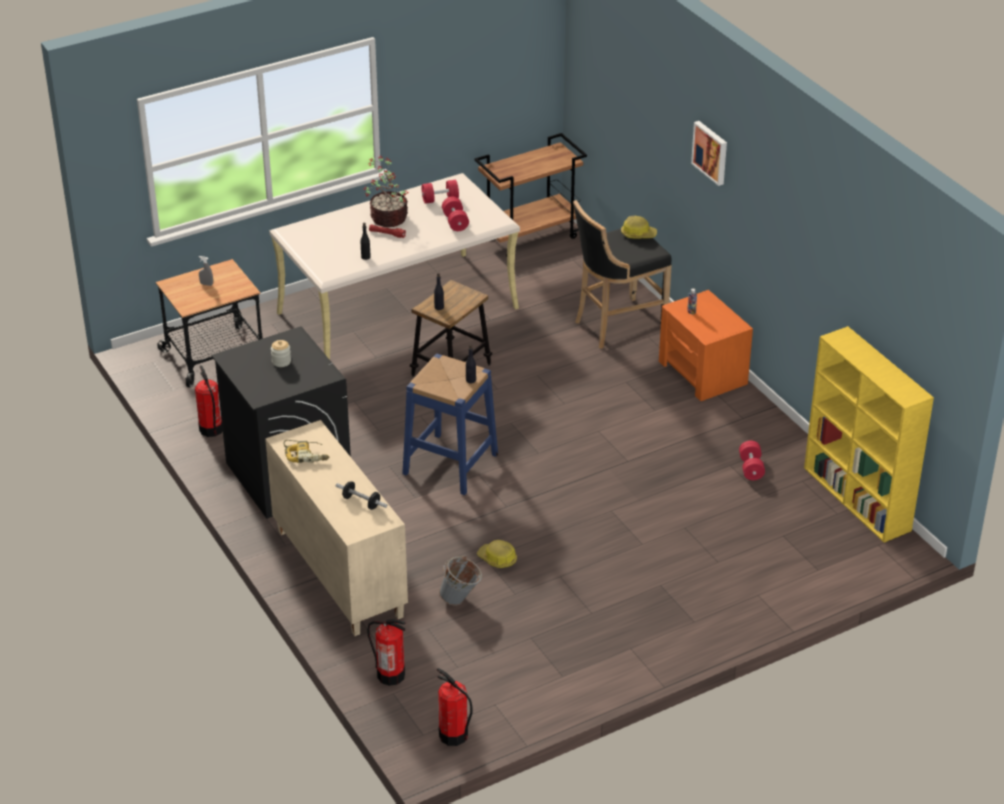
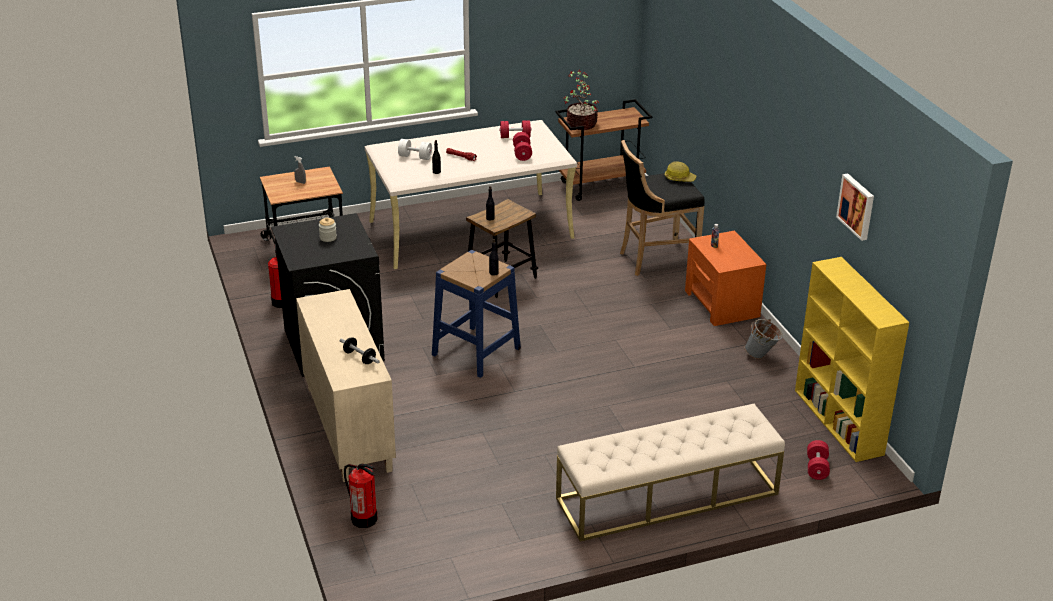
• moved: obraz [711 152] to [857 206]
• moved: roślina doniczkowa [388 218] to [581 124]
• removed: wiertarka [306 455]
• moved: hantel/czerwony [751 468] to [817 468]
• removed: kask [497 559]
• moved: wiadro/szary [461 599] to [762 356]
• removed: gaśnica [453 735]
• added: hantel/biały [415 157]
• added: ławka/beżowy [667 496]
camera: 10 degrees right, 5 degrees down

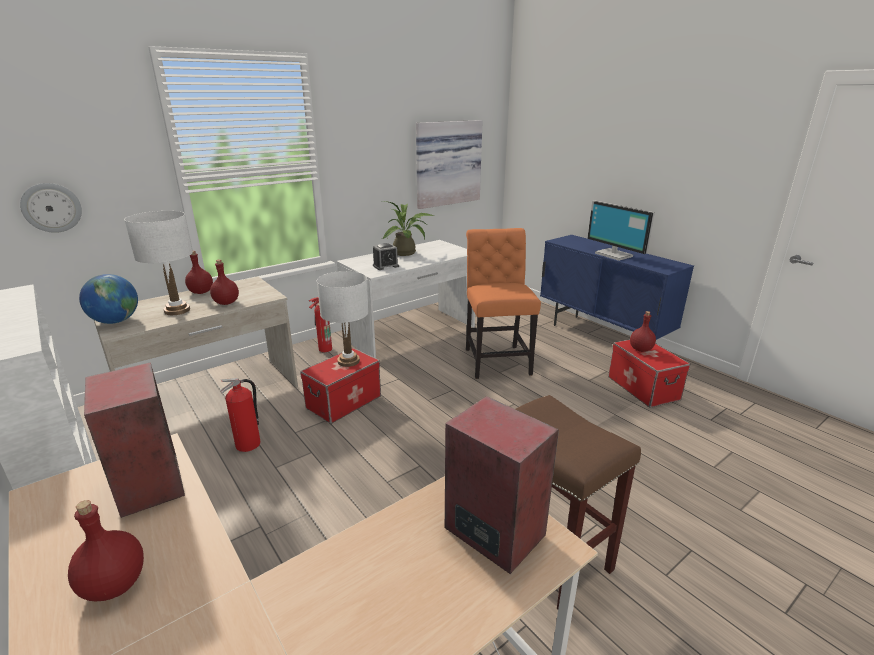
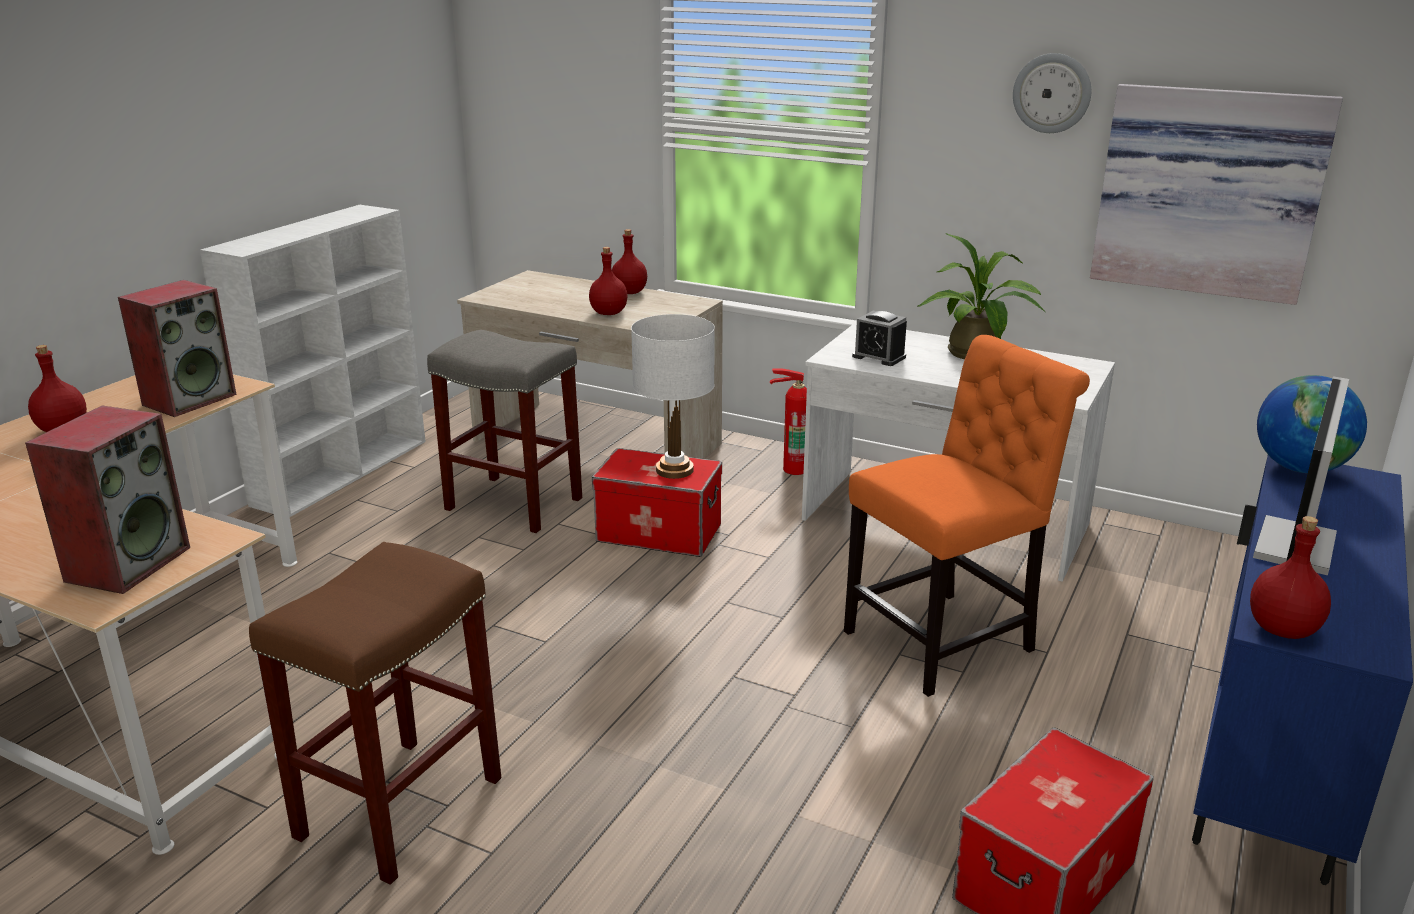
• moved: zegar ścienny [51 207] to [1052 93]
• removed: lampa stołowa/biały [177 310]
• moved: globus [116 321] to [1300 468]
• moved: butelka/czerwony [640 349] to [1283 629]
• replaced: gaśnica [249 444] to stołek/szary [512 504]
camera: 65 degrees right, 0 degrees up

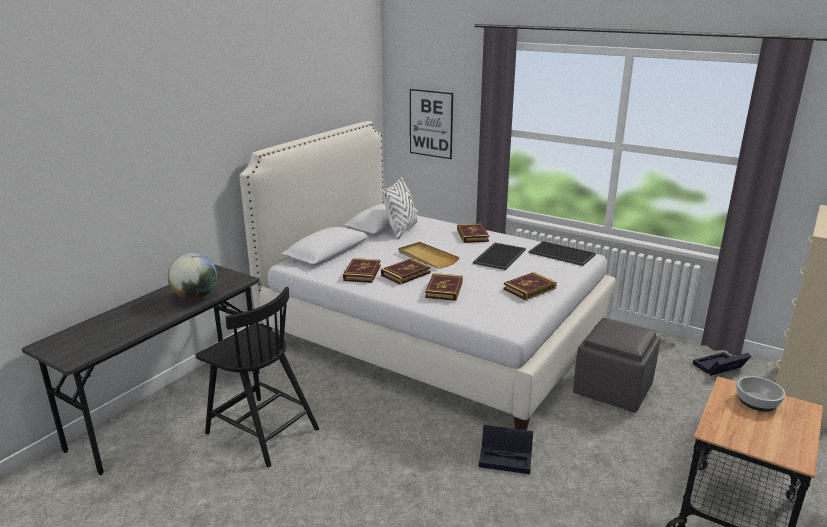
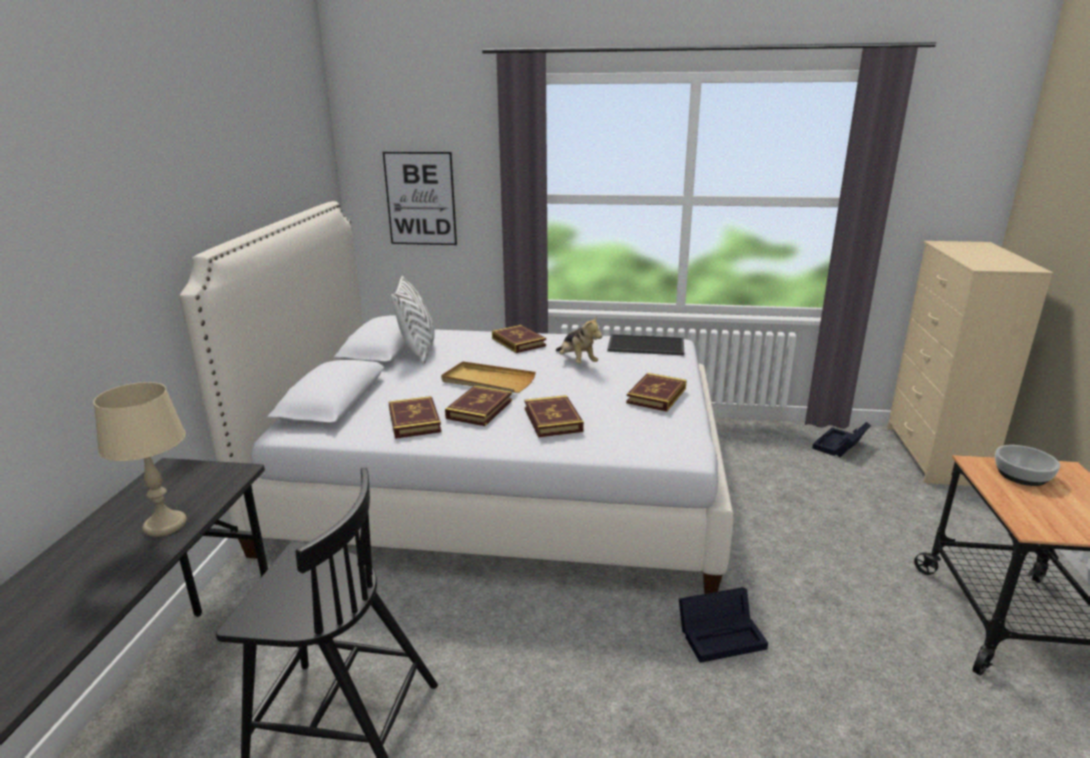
• replaced: taca [499 256] to pluszak [577 361]
• replaced: globus [196 297] to lampa stołowa/beżowy [166 525]
• removed: pufa/szary [612 389]
camera: 25 degrees left, 0 degrees up

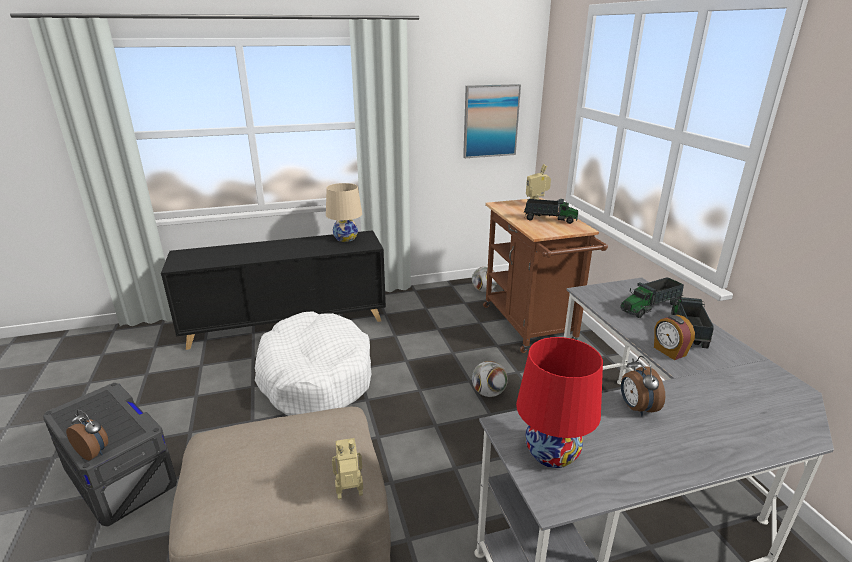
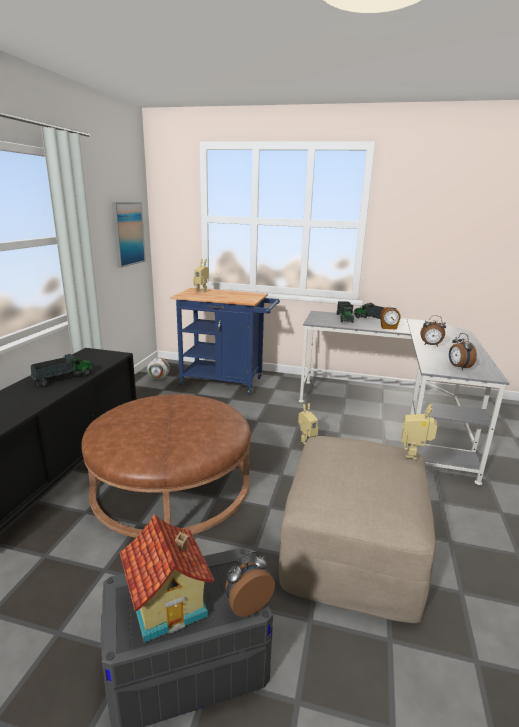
• removed: lampa stołowa/beżowy [345 238]
• recoloured: wózek/brązowy [531 327] to wózek/niebieski [227 382]
• moved: ciężarówka zabawkowa [549 219] to [63 378]
• replaced: legowisko/biały [315 377] to pufa/brązowy [171 482]
• replaced: lampa stołowa/czerwony [552 453] to budzik [458 367]
• removed: piłka futbolowa [488 393]
• added: robot zabawkowy [306 440]
• added: domek [170 601]
camera: 60 degrees left, 5 degrees down

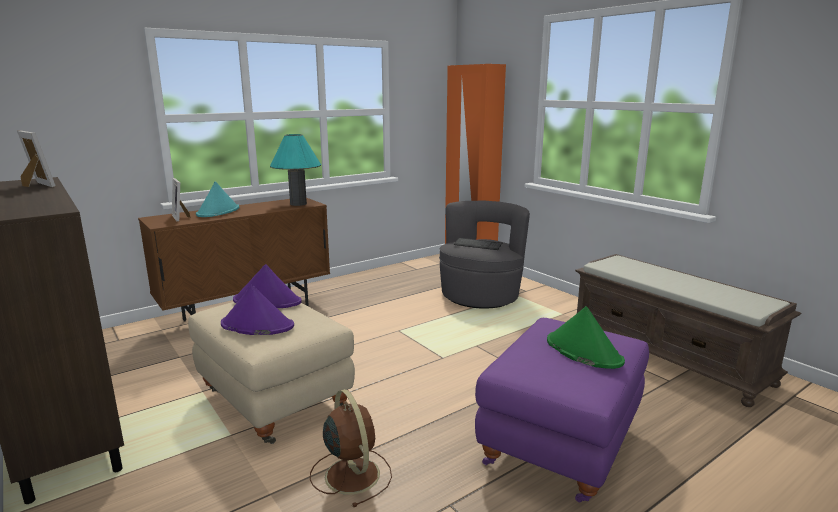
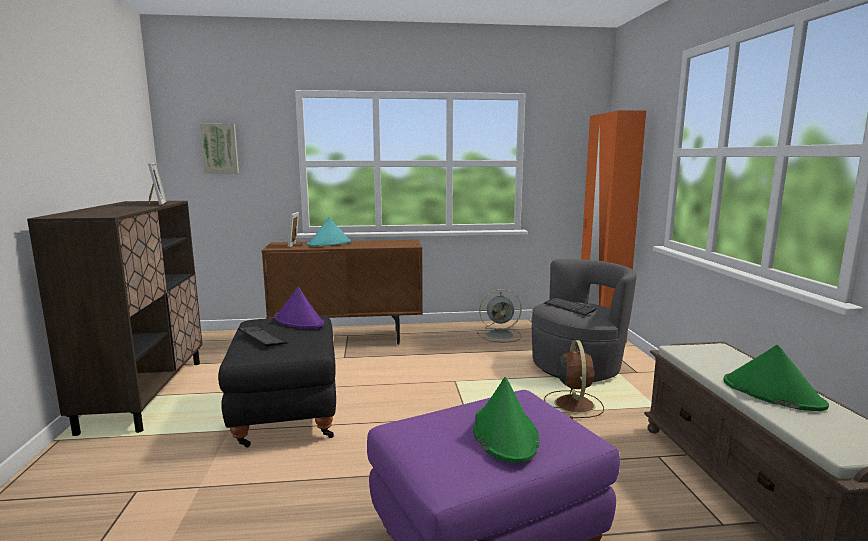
• removed: lampa stołowa/turkusowy [298 204]
• replaced: kapelusz/fioletowy [257 325] to klawiatura [262 337]
• recoloured: pufa/beżowy [273 402] to pufa/czarny [286 414]
• moved: wentylator/brązowy [351 473] to [574 403]
• added: obraz [220 148]
• added: wentylator/szary [501 335]
• added: kapelusz/zielony [771 393]
camera: 30 degrees right, 5 degrees down

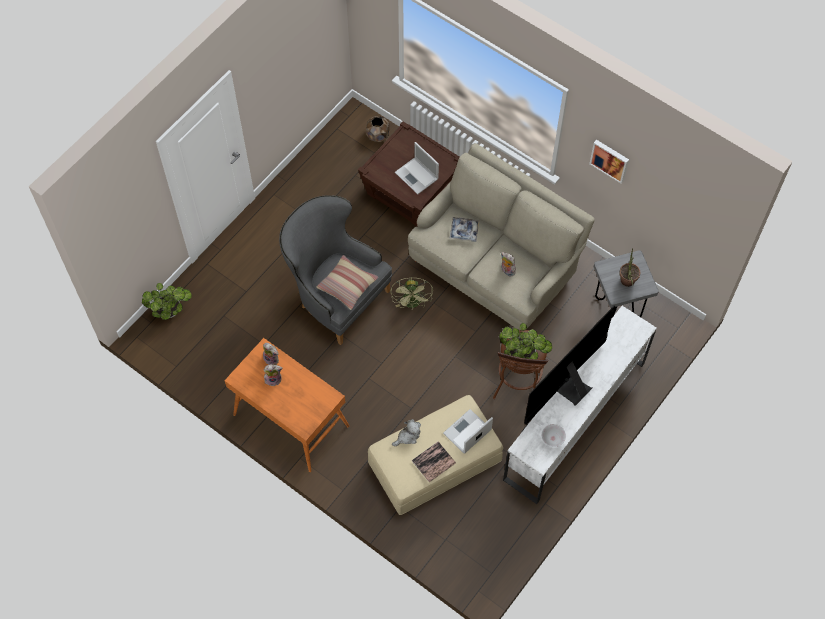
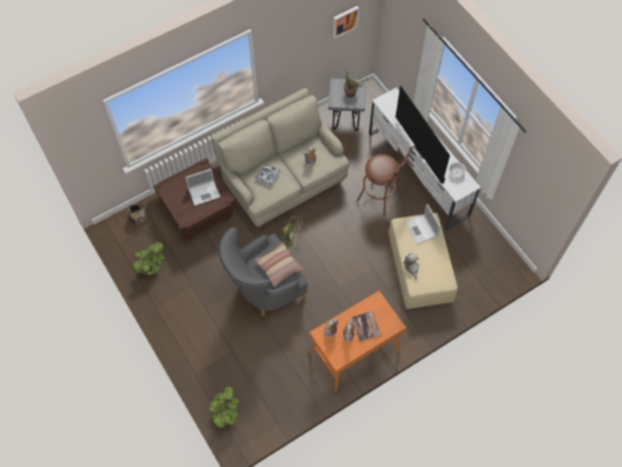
• moved: obraz [610 160] to [344 21]
• moved: roślina doniczkowa [523 354] to [152 267]
• moved: książka [433 462] to [366 326]
camera: 70 degrees left, 0 degrees up

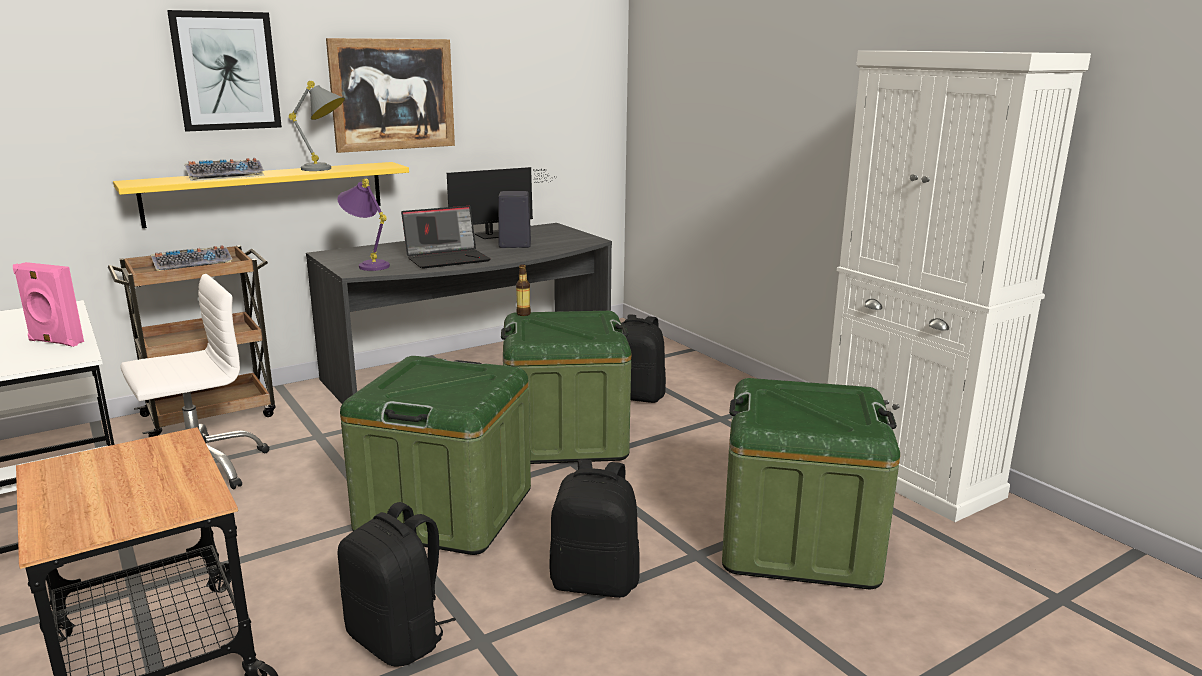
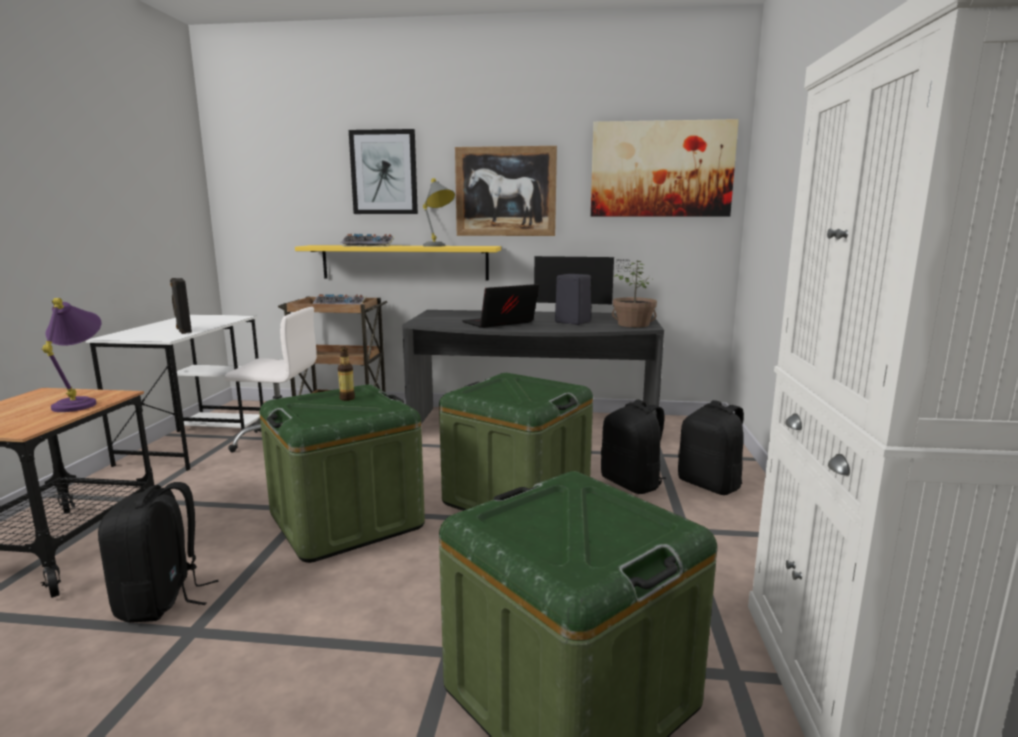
• moved: lampa stołowa/fioletowy [368 265] to [82 402]
• turned: laptop [448 259] = [499 323] 135 degrees clockwise
• recoloured: głośnik/różowy [55 342] to głośnik/czarny [183 330]
• moved: butelka [523 314] to [347 398]
• moved: plecak/czarny [595 582] to [710 485]
• added: obraz [661 169]
• added: roślina doniczkowa [633 324]
camera: 40 degrees right, 5 degrees down

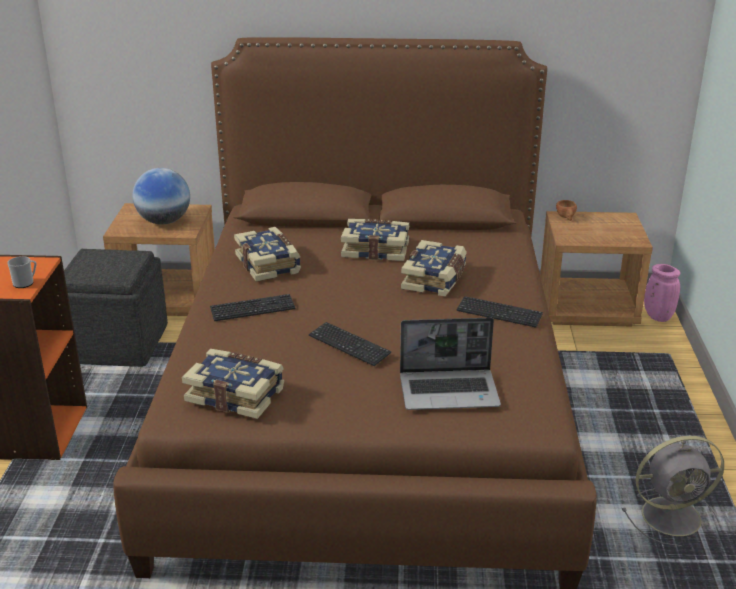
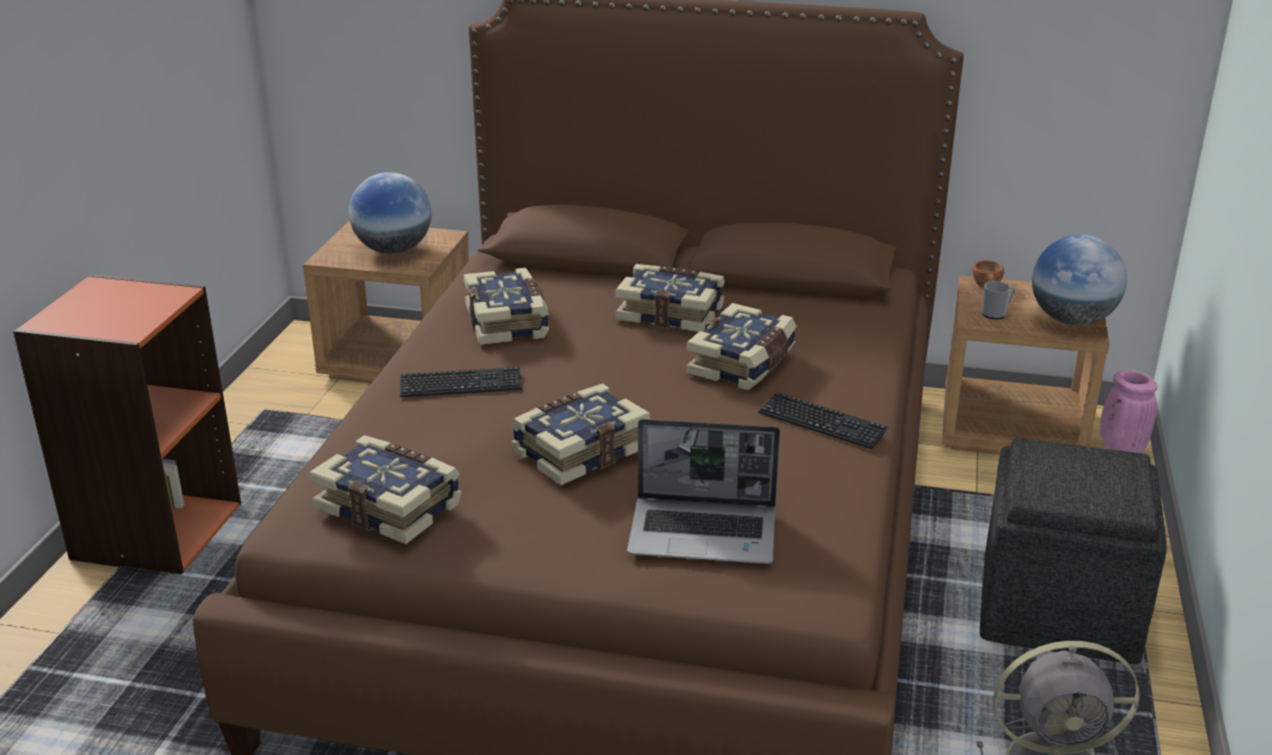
• moved: pufa/szary [115 343] to [1056 606]
• moved: kubek [25 283] to [996 314]
• replaced: klawiatura [349 345] to książka [579 450]
• added: globus [1072 320]
camera: 10 degrees right, 0 degrees up

